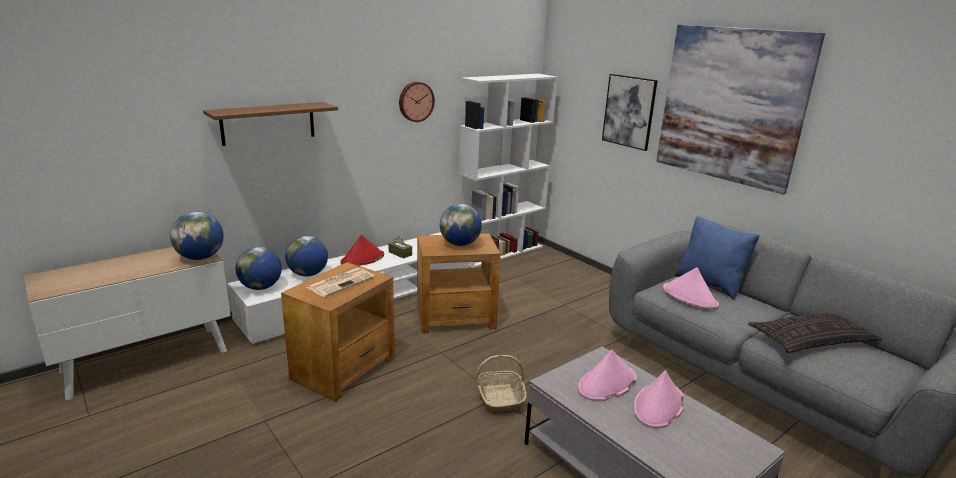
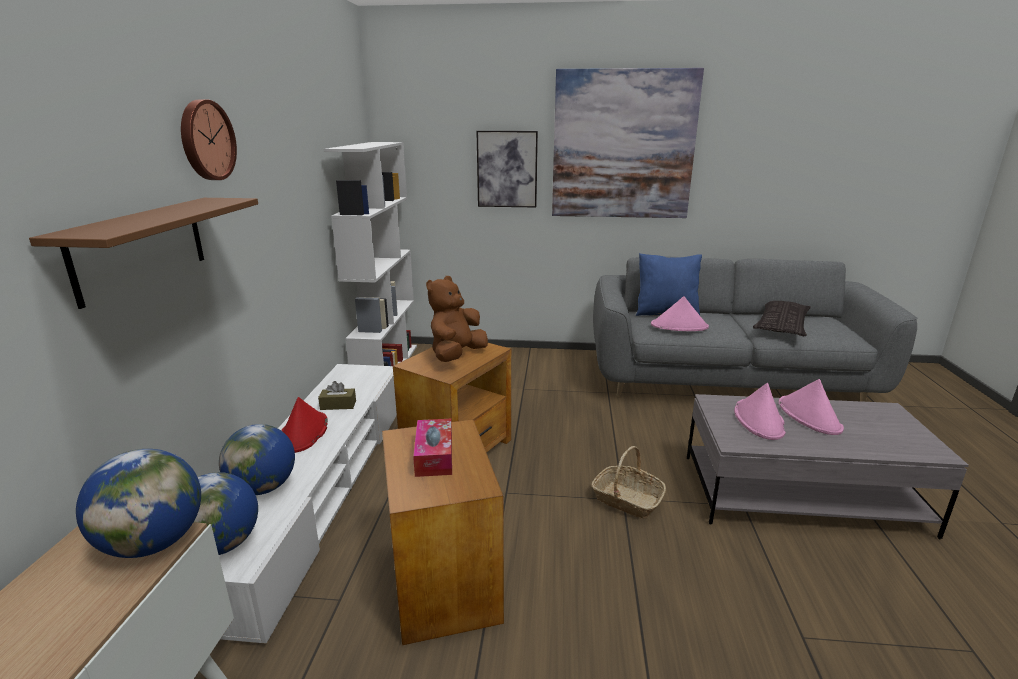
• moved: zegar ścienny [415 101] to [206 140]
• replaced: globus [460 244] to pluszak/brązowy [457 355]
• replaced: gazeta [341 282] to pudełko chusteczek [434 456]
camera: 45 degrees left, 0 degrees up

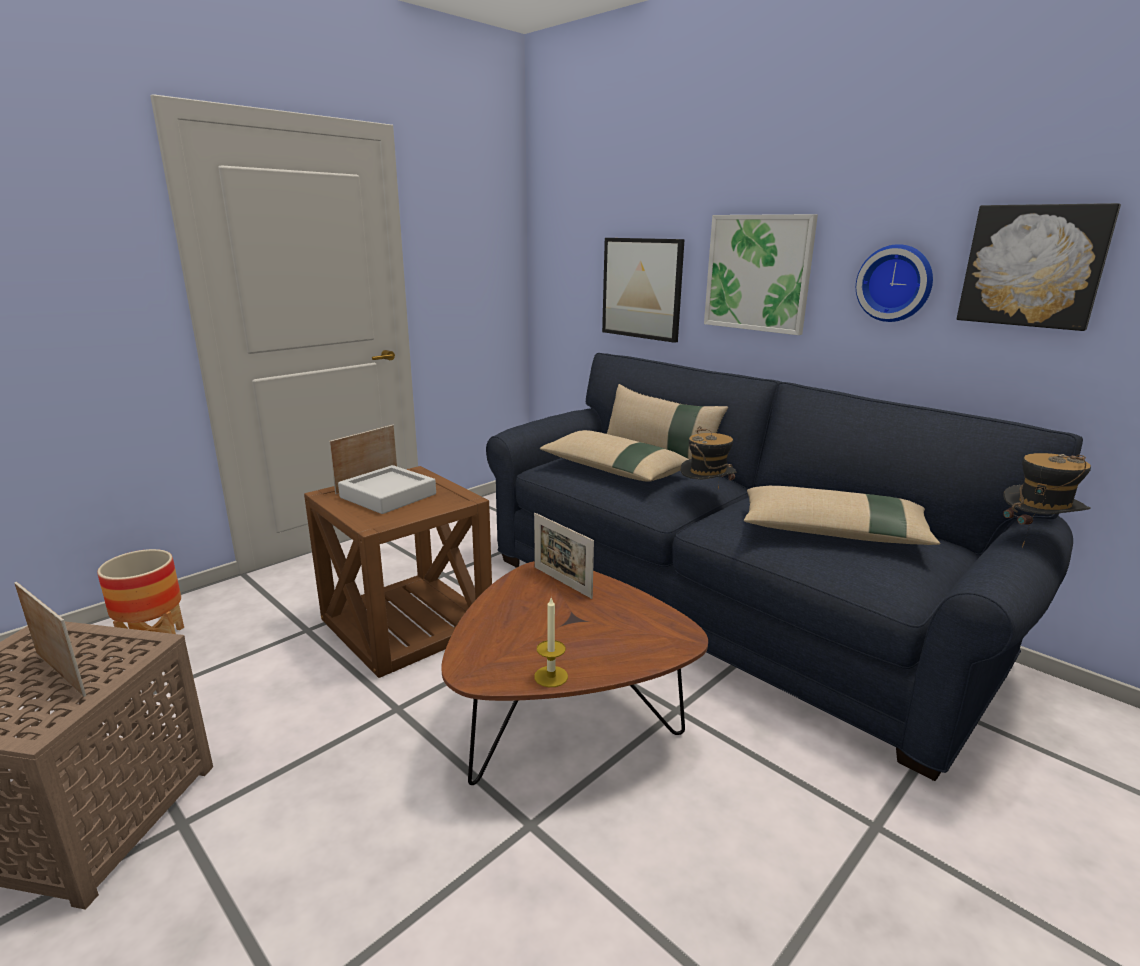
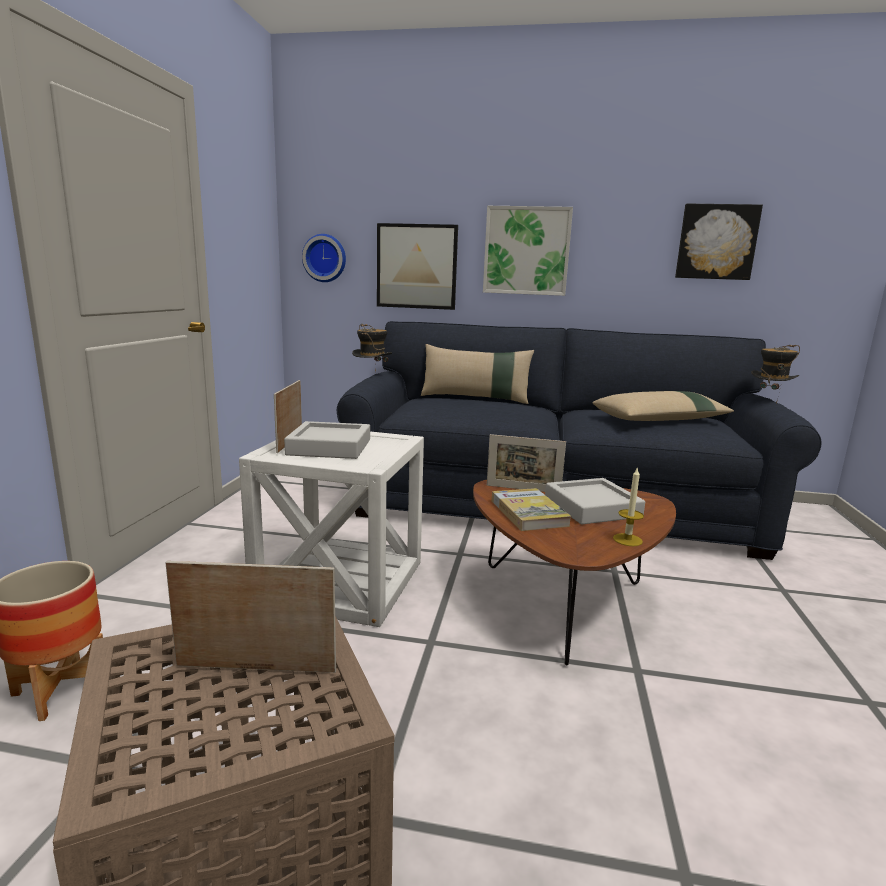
• moved: zegar ścienny [895 283] to [325 258]
• moved: kapelusz [706 498] to [372 375]
• removed: poduszka/beżowy [613 470]
• recoloured: stolik/brązowy [406 623] to stolik/biały [340 581]
• added: taca/szary [592 507]
• added: książka [528 513]
camera: 35 degrees left, 5 degrees down

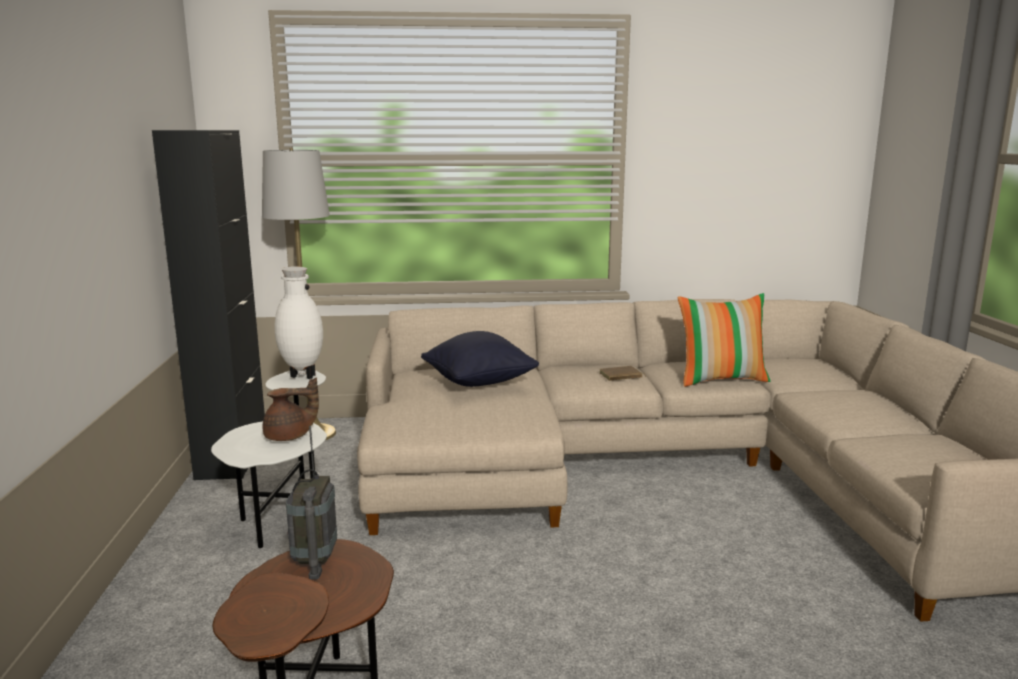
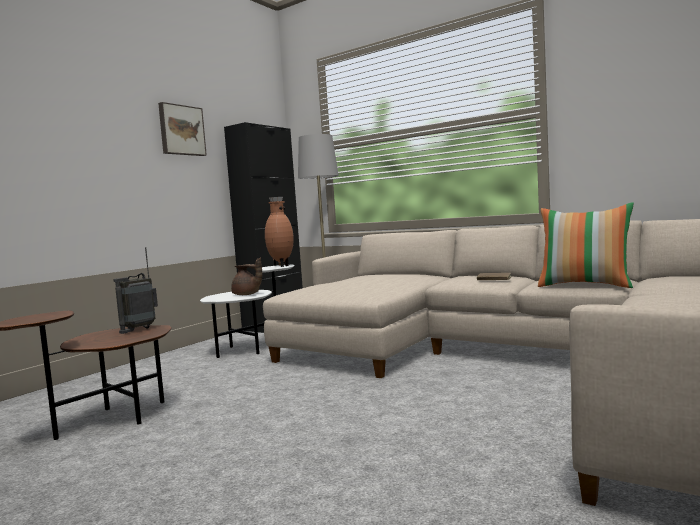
• recoloured: wazon/biały [301 376] to wazon/brązowy [280 266]
• removed: poduszka/czarny [479 384]
• added: obraz [181 130]
camera: 40 degrees right, 10 degrees down

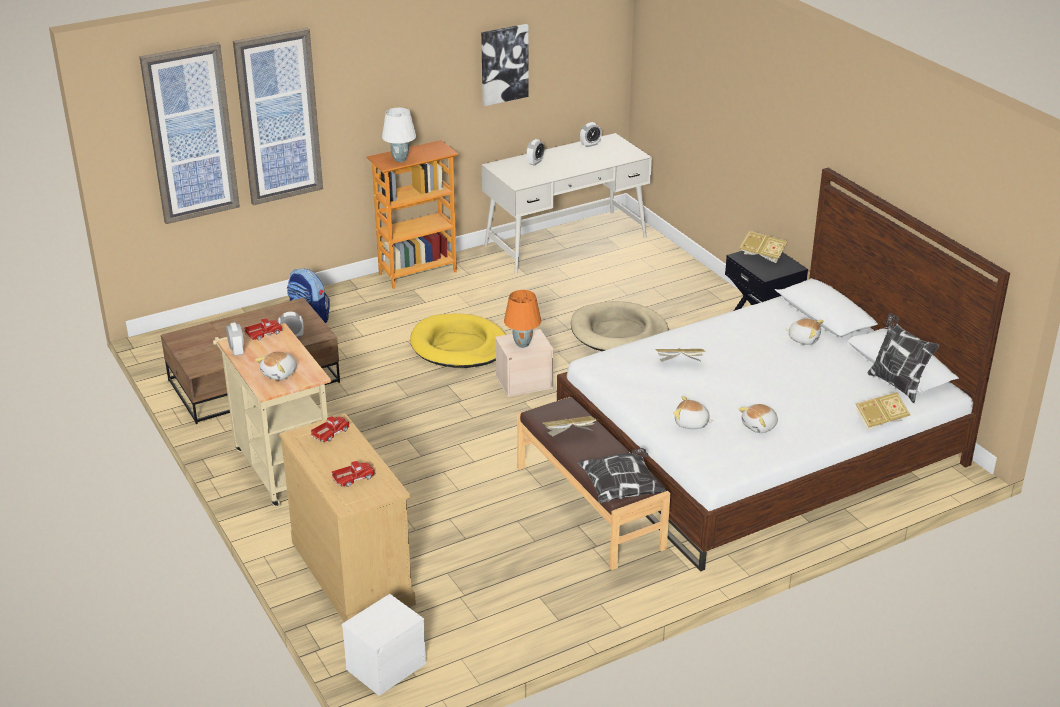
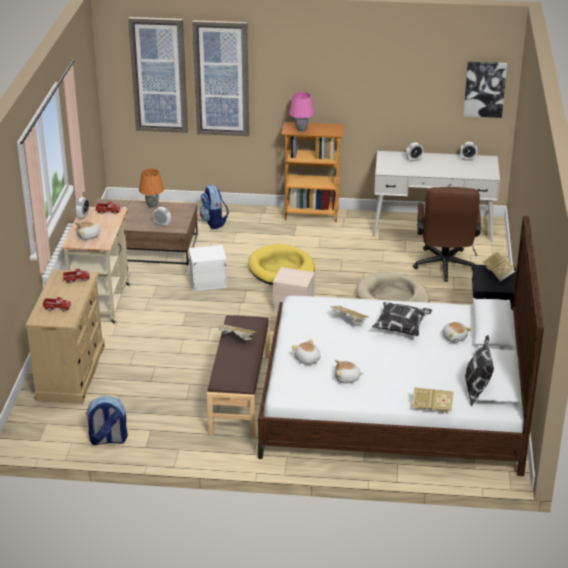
• moved: obraz [504 64] to [484 89]
• recoloured: lampa stołowa/biały [400 159] to lampa stołowa/różowy [301 129]
• moved: lampa stołowa/pomarańczowy [522 344] to [152 205]
• moved: poduszka [621 489] to [401 328]
• moved: pojemnik do przechowywania/biały [386 665] to [208 281]
• added: krzesło biurowe/brązowy [444 268]
• added: plecak [107 440]
camera: 35 degrees right, 0 degrees up

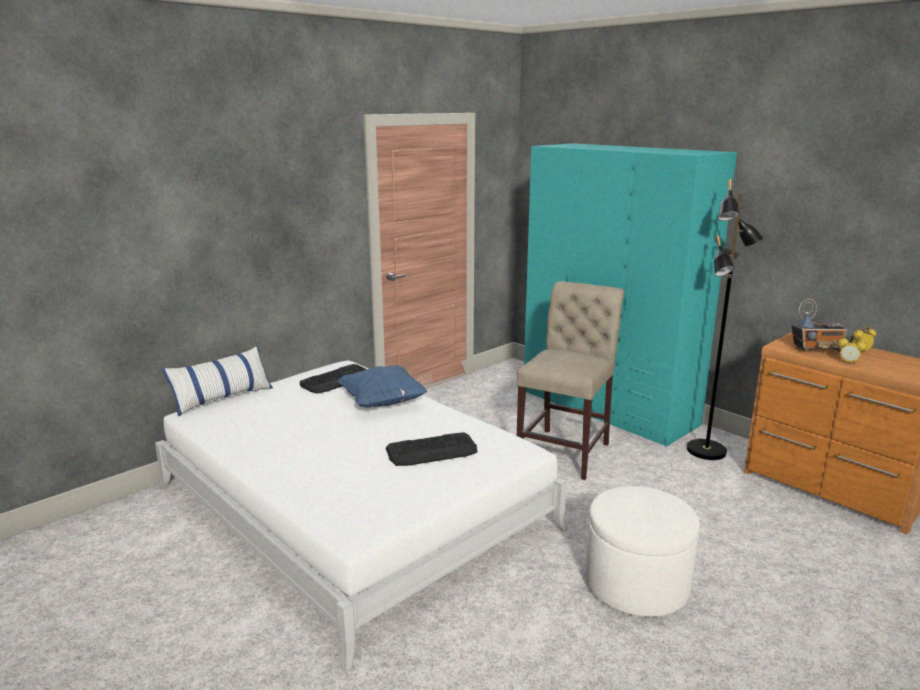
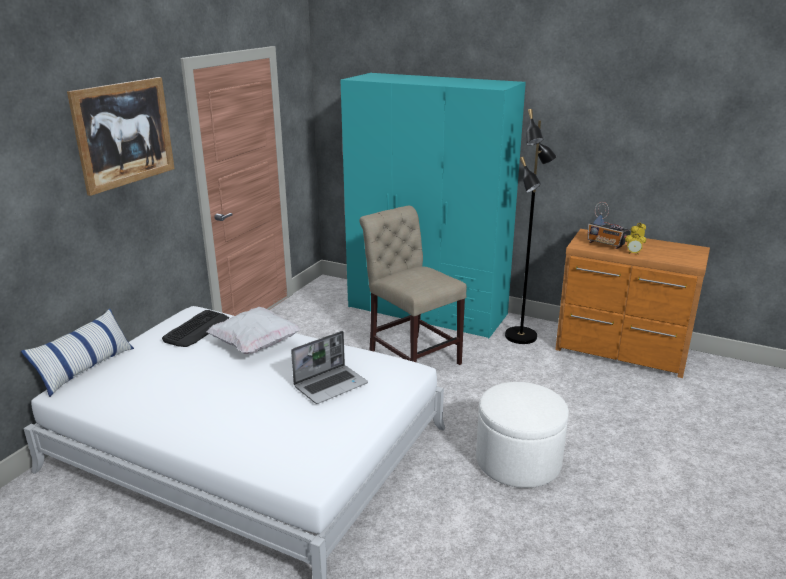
• turned: krzesło/beżowy [566 450] = [411 356] 45 degrees counterclockwise
• turned: radio [816 350] = [606 245] 60 degrees clockwise
• recoloured: poduszka/niebieski [383 402] to poduszka/biały [255 345]
• replaced: klawiatura [432 451] to laptop [331 385]
• added: obraz [124 133]
camera: 20 degrees left, 5 degrees up

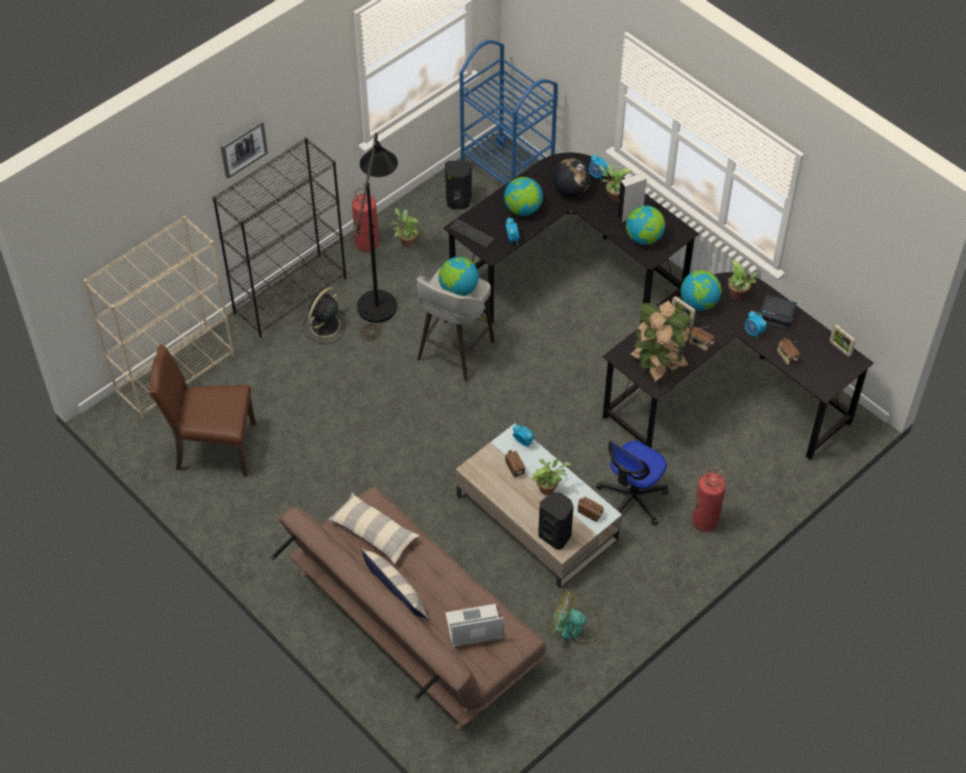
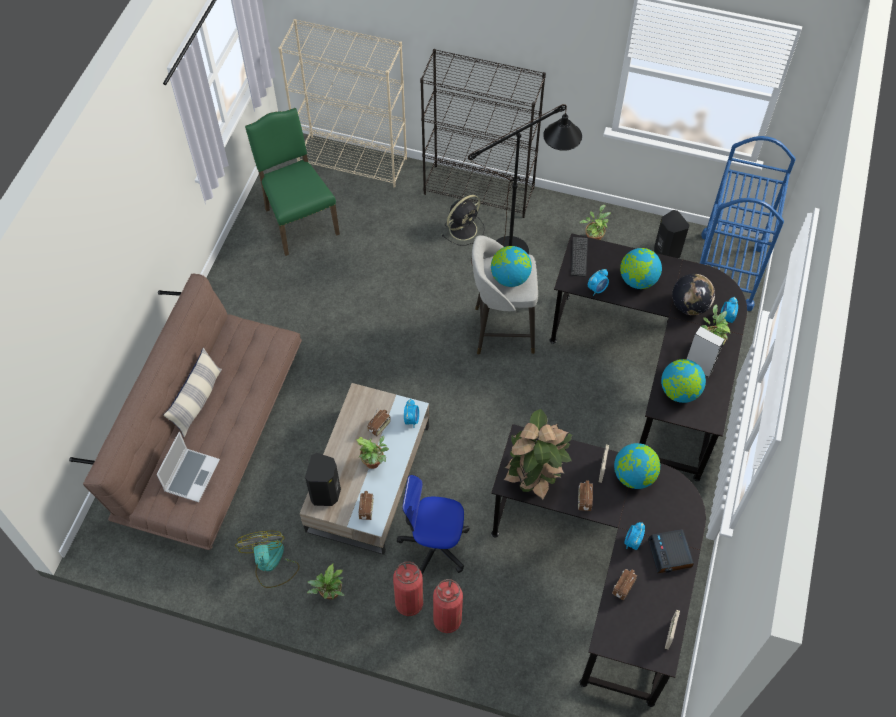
• removed: obraz [243 148]
• moved: gaśnica [367 244] to [409 603]
• moved: roślina doniczkowa [739 295] to [330 594]
• turned: wentylator/czarny [324 326] = [464 228] 135 degrees clockwise
• recoloured: krzesło/brązowy [213 448] to krzesło/zielony [299 221]
• removed: poduszka [373 533]
• turned: laptop [473 627] = [192 475] 60 degrees clockwise
camera: 60 degrees right, 5 degrees up

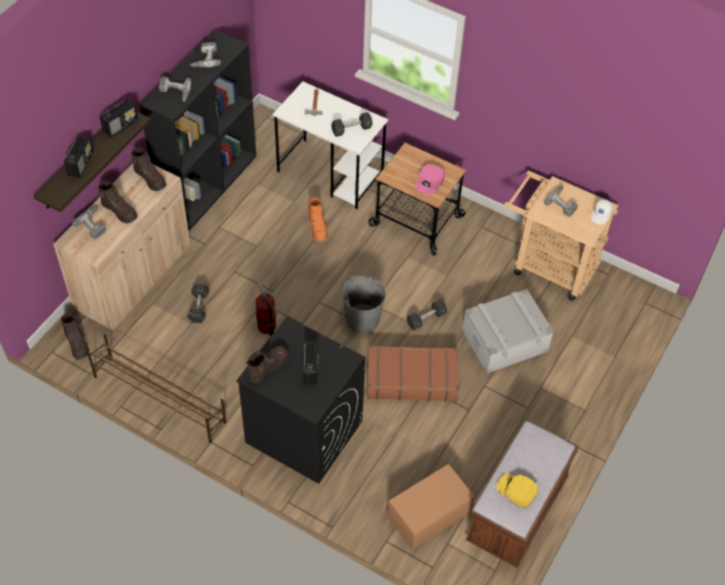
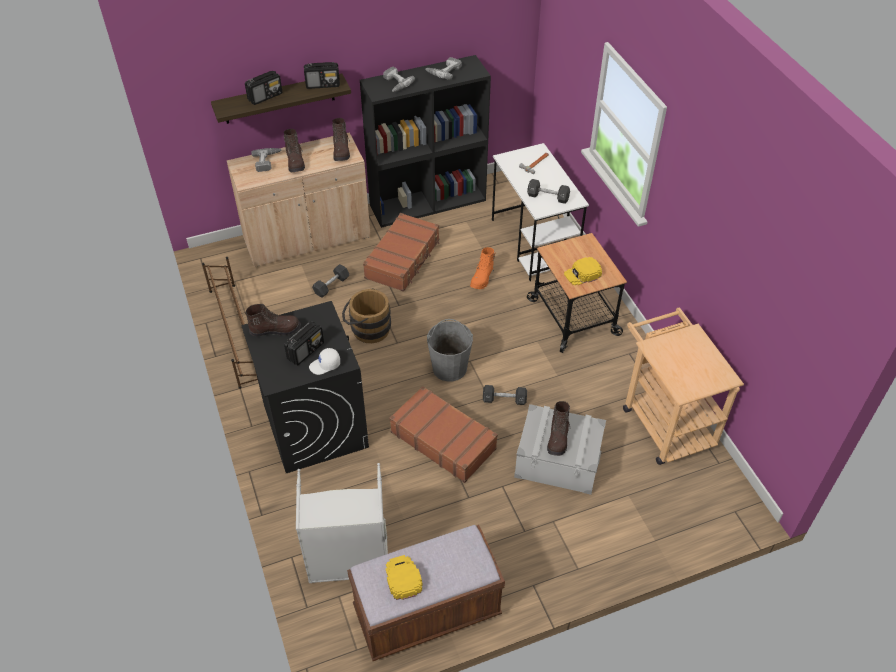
• recoloured: czapka z daszkiem/różowy [429 182] to czapka z daszkiem/żółty [582 274]
• removed: wiertarka [563 202]
• moved: czapka z daszkiem/biały [601 215] to [325 365]
• replaced: gaśnica [266 327] to wiadro/brązowy [367 329]
• moved: but z cholewką/brązowy [77 344] to [558 438]
• replaced: karton [429 514] to kosz na pranie/szary [348 560]
• added: walizka/brązowy [403 259]
camera: 40 degrees right, 5 degrees down

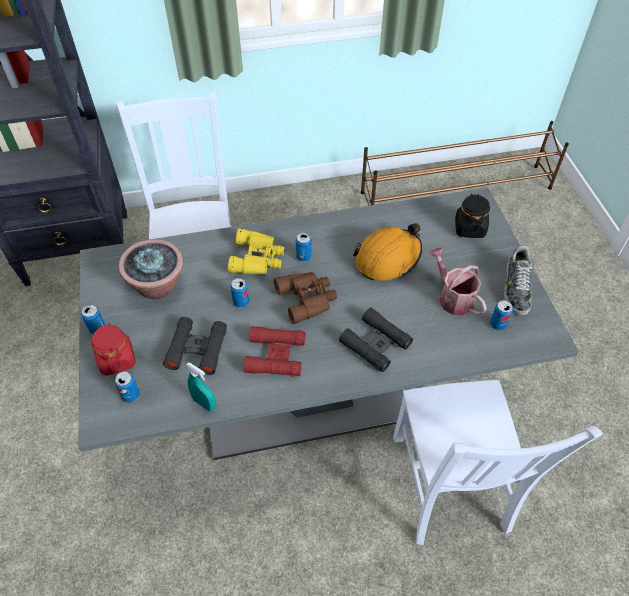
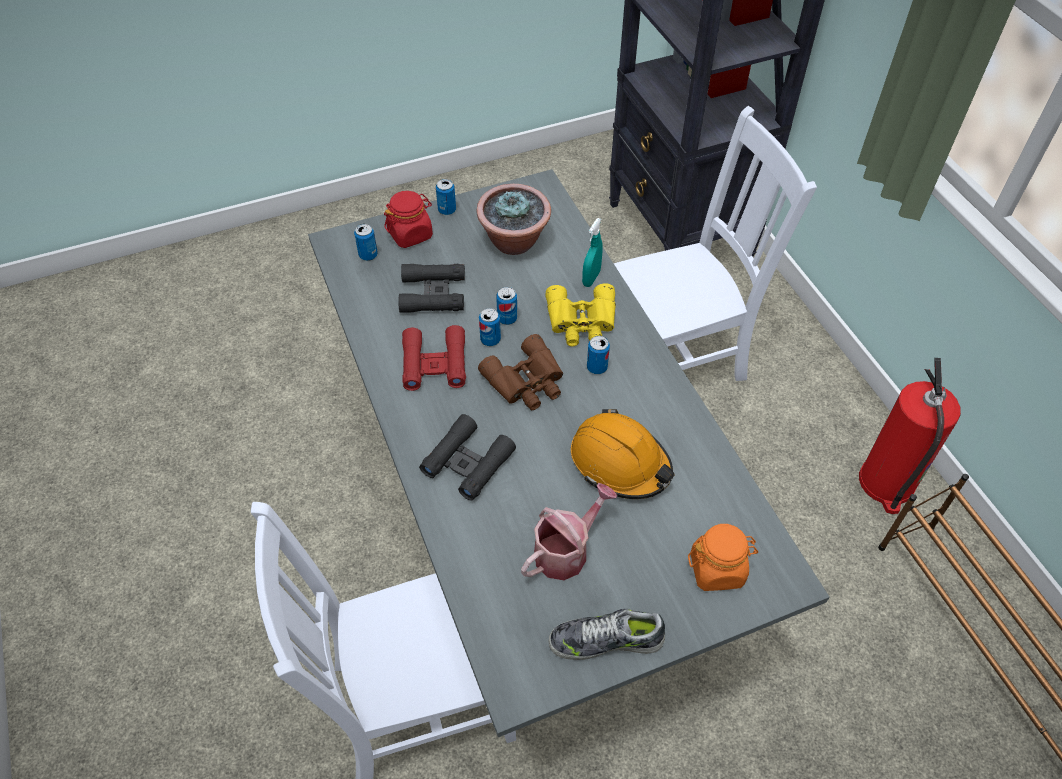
• recoloured: słoik/czarny [469 228] to słoik/pomarańczowy [717 569]
• moved: puszka [497 324] to [490 340]
• moved: spryskiwacz/turkusowy [204 403] to [591 278]
• added: gaśnica [886 483]
camera: 80 degrees right, 0 degrees up

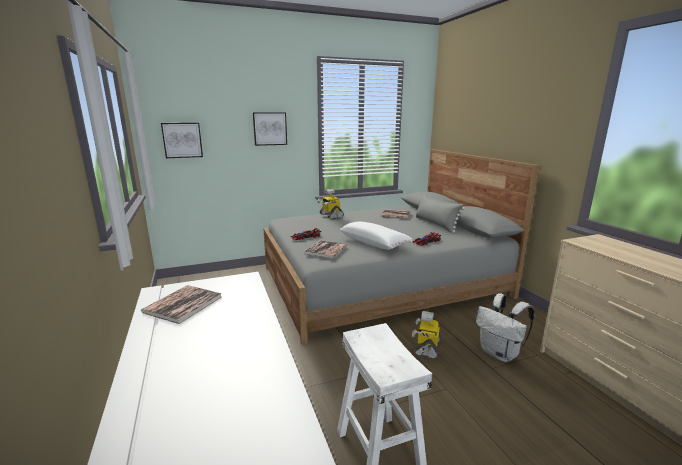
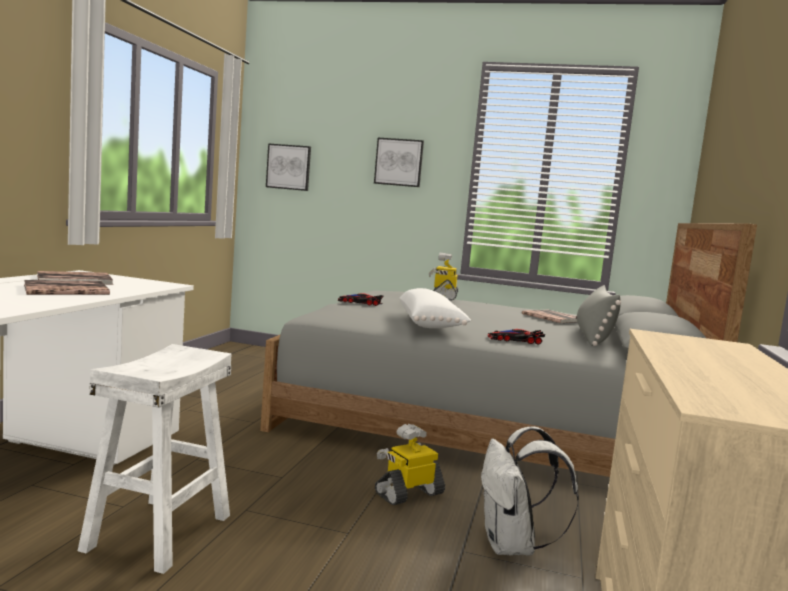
• moved: książka [326 250] to [66 290]
camera: 35 degrees right, 10 degrees down

